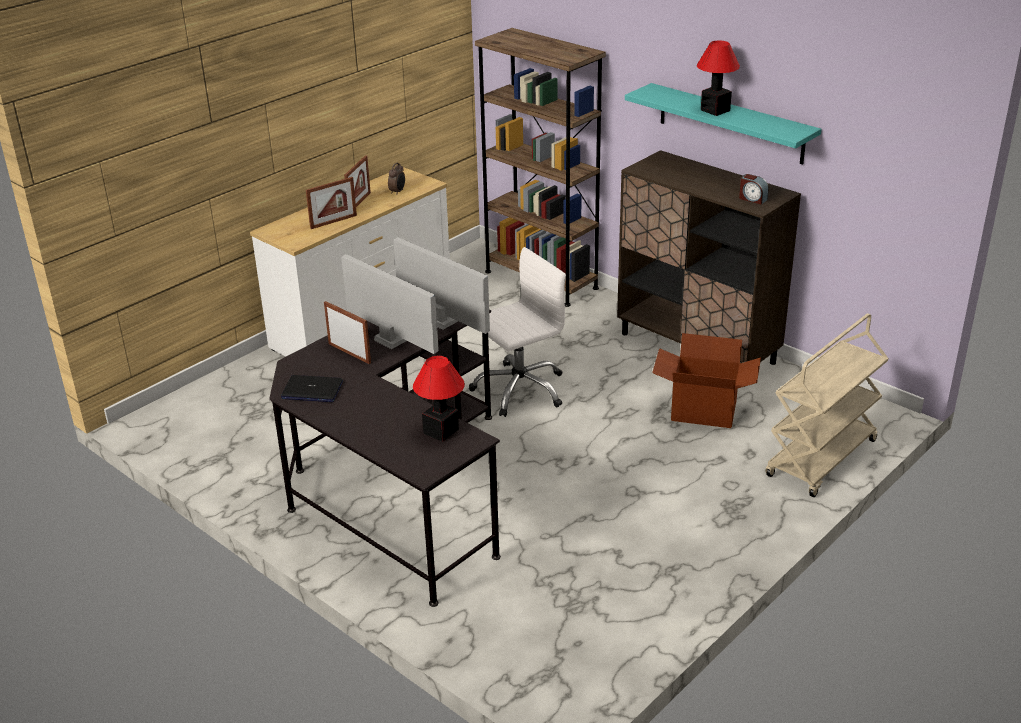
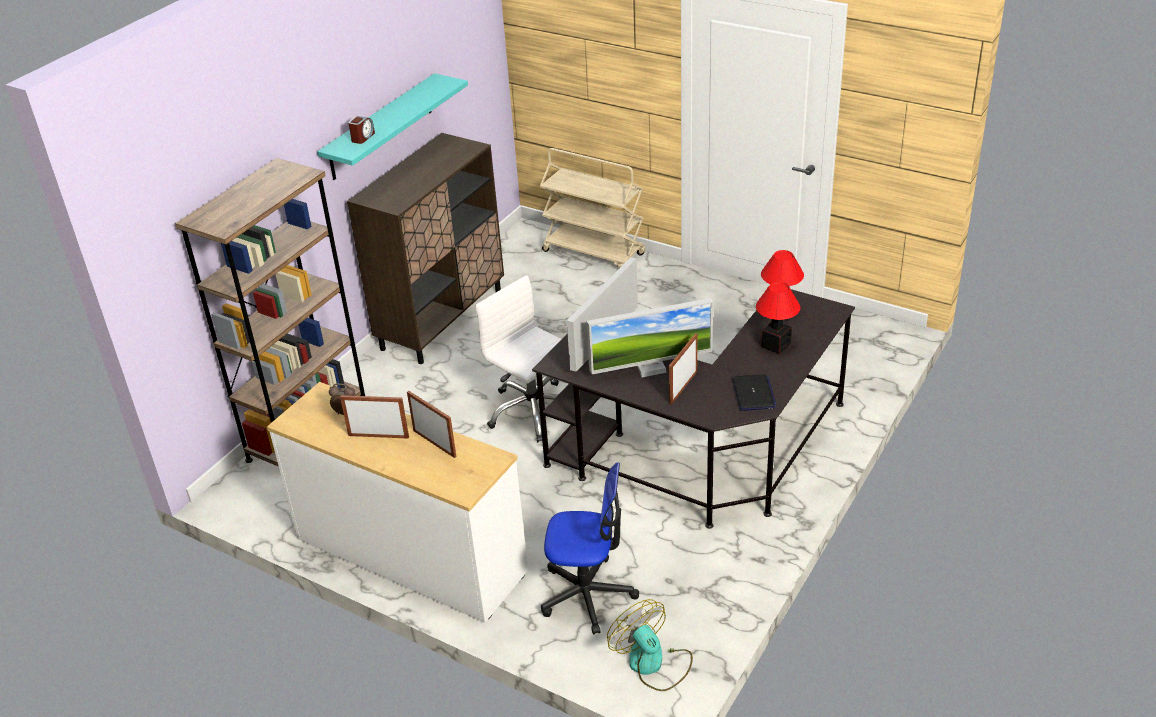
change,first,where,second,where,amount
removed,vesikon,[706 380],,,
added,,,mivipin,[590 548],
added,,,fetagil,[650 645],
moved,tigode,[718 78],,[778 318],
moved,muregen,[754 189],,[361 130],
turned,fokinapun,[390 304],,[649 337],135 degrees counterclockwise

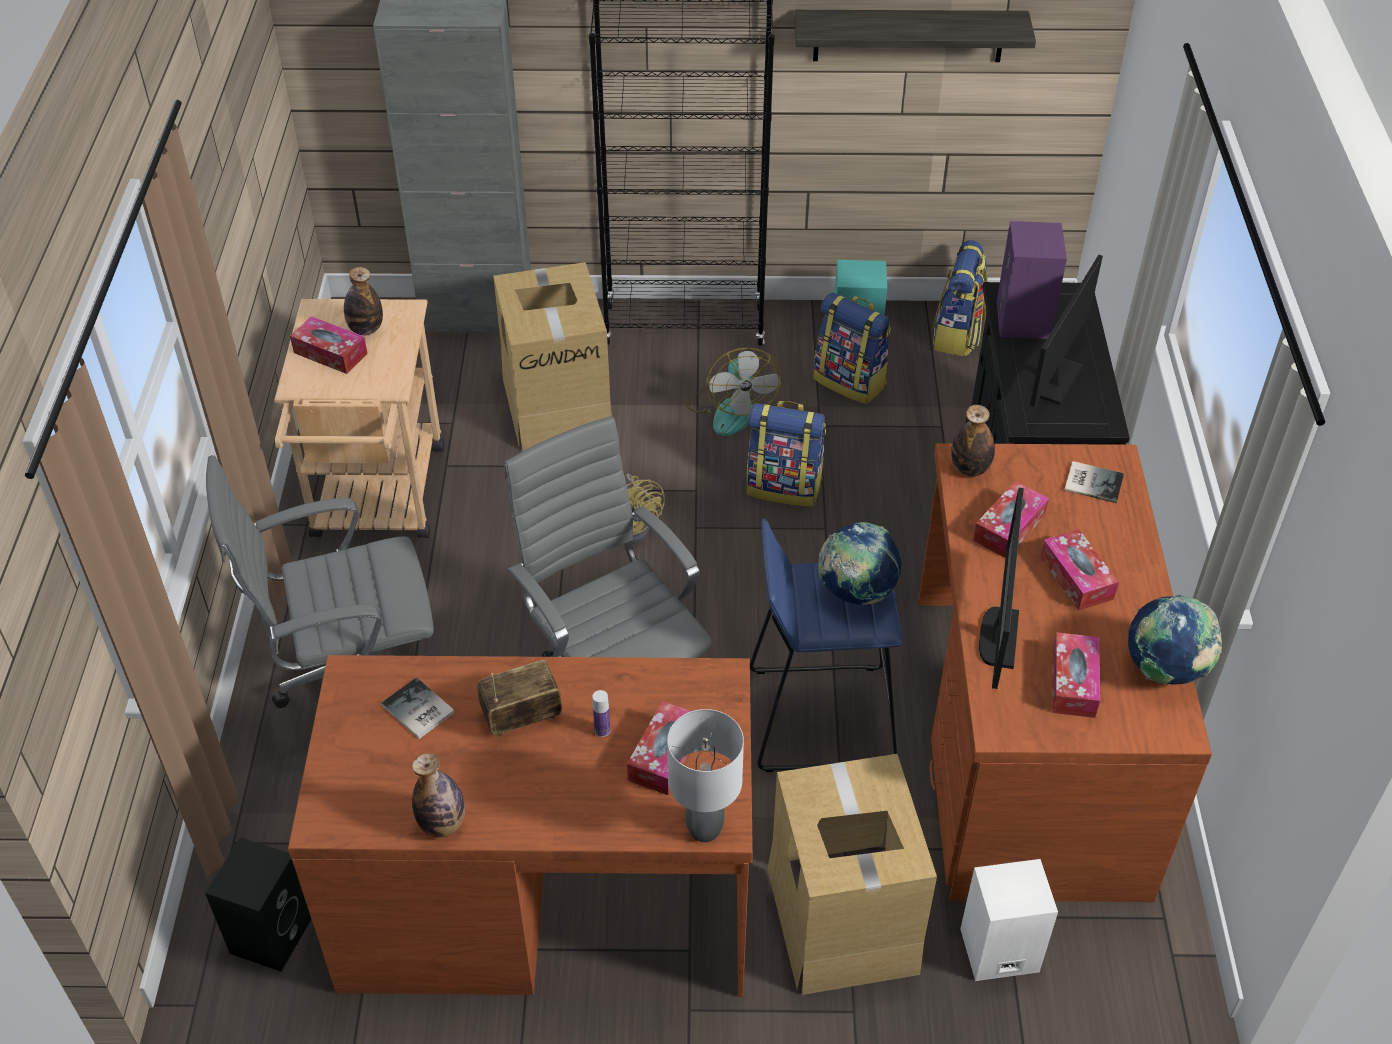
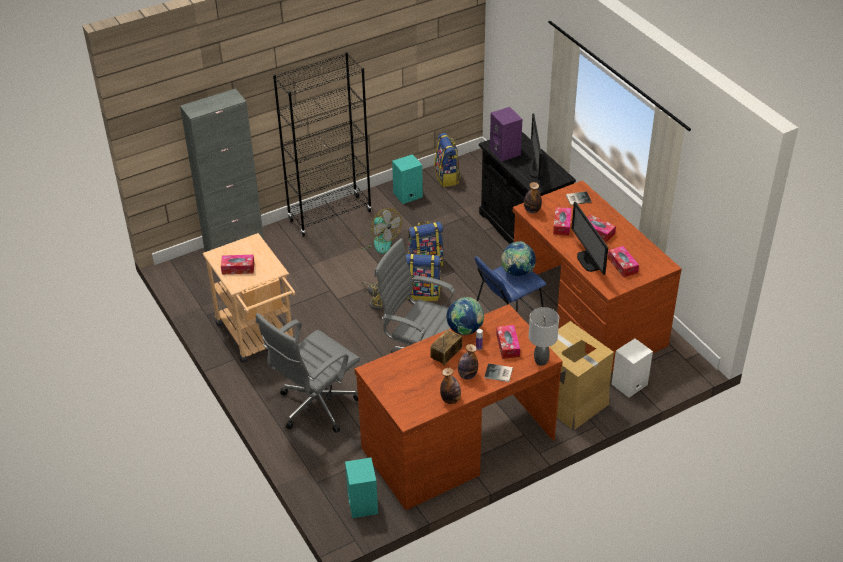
change,first,where,second,where,amount
removed,vesikon,[552 356],,,
removed,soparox,[915 36],,,
moved,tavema,[363 301],,[468 361],
moved,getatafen,[418 708],,[498 372],
moved,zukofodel,[852 348],,[423 276],
moved,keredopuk,[1175 640],,[465 316],
recoloured,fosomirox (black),[258 904],fosomirox (turquoise),[361 488],

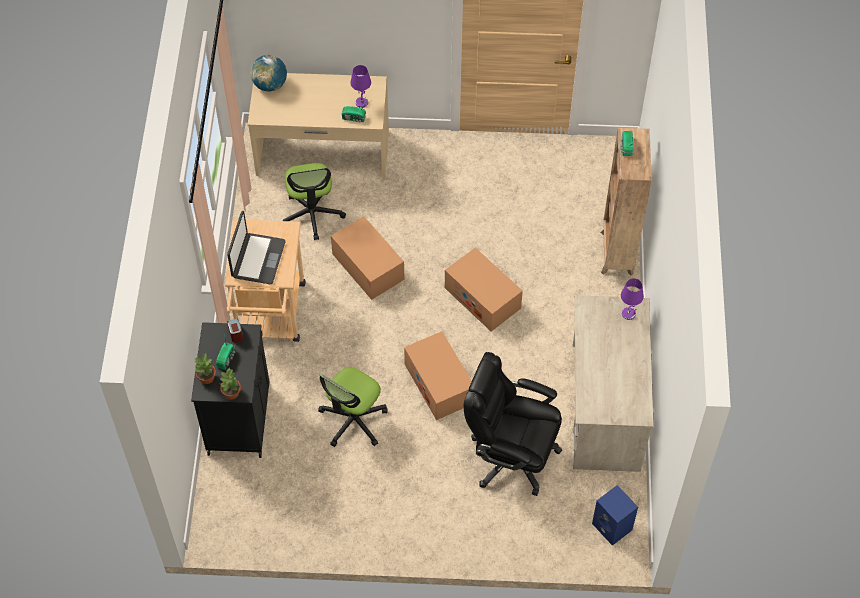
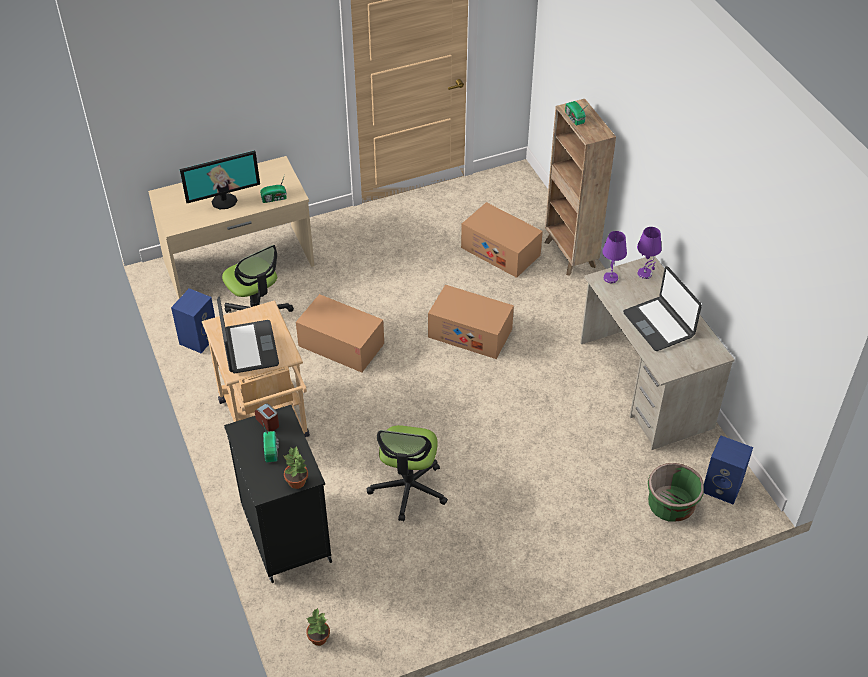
change,first,where,second,where,amount
removed,keredopuk,[268 73],,,
removed,mivipin (black),[513 424],,,
added,,,fosomirox (blue),[193 320],
added,,,fokinapun,[220 179],
added,,,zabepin,[662 308],
added,,,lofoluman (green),[676 492],
moved,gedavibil,[205 369],,[318 627],
moved,tigode (purple),[360 86],,[614 257],
moved,vesikon,[438 375],,[502 240],

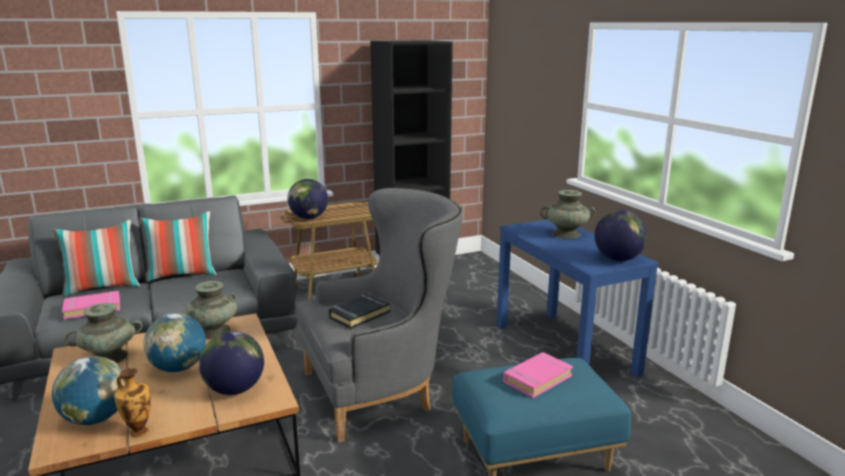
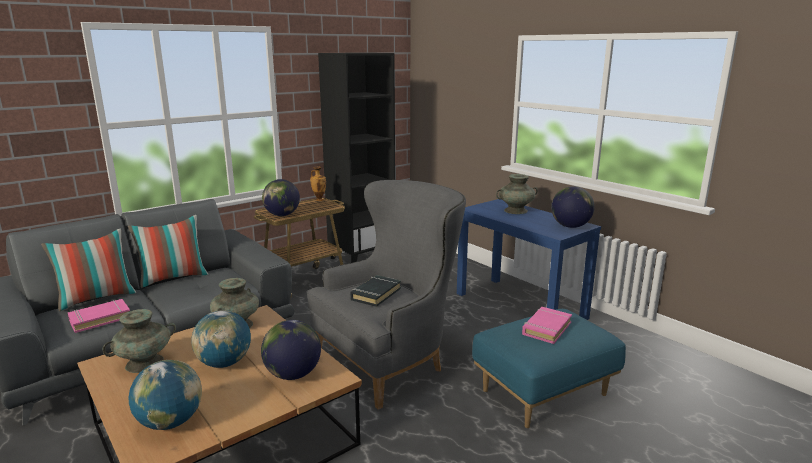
change,first,where,second,where,amount
moved,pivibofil,[132 402],,[318 184],

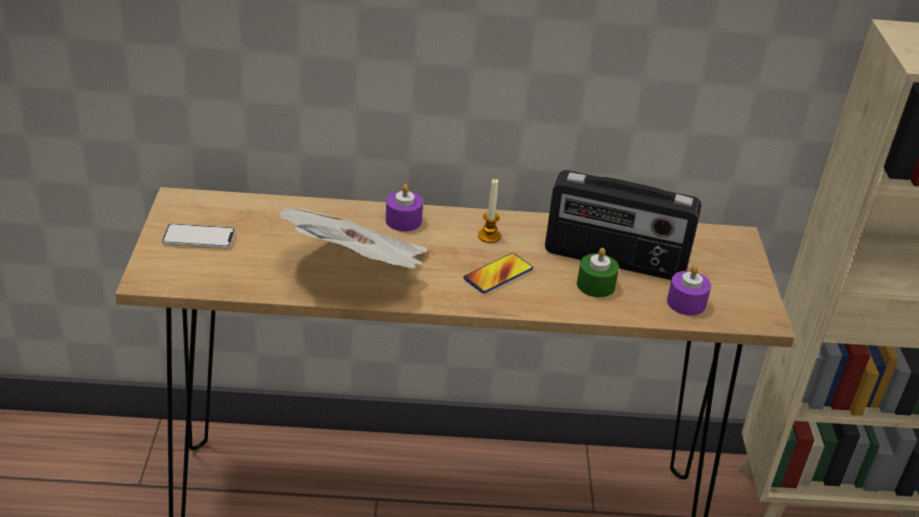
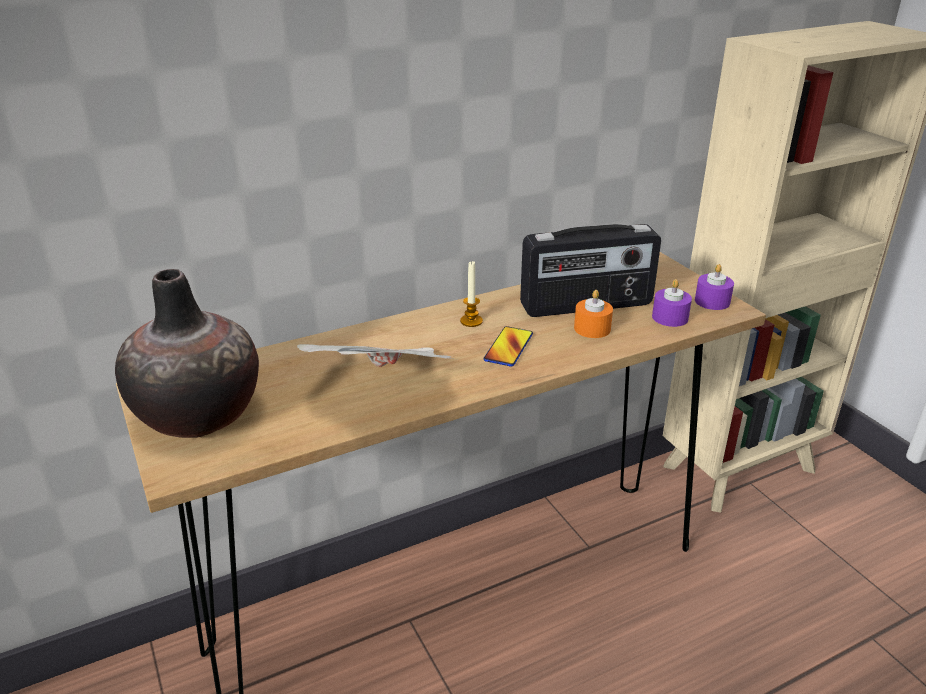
change,first,where,second,where,amount
moved,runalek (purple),[404 207],,[714 287],
replaced,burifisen,[199 236],pivibofil,[187 353],
recoloured,runalek (green),[598 272],runalek (orange),[593 314],

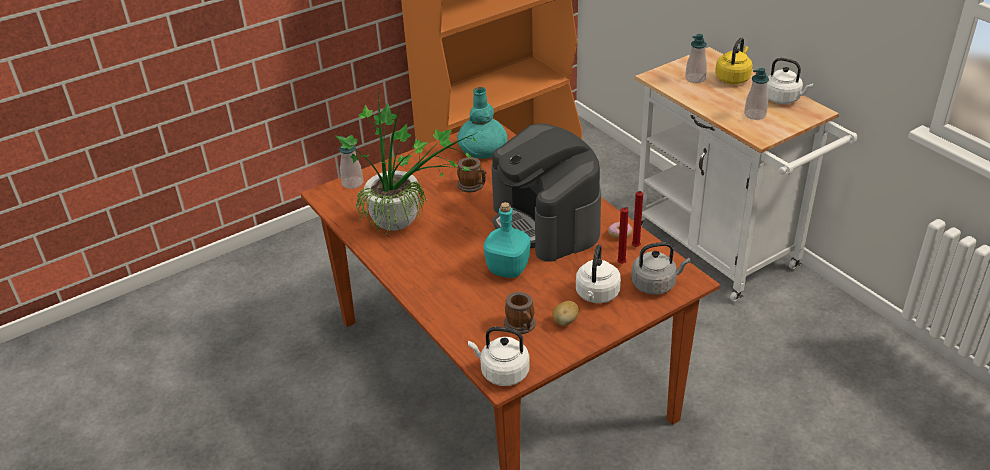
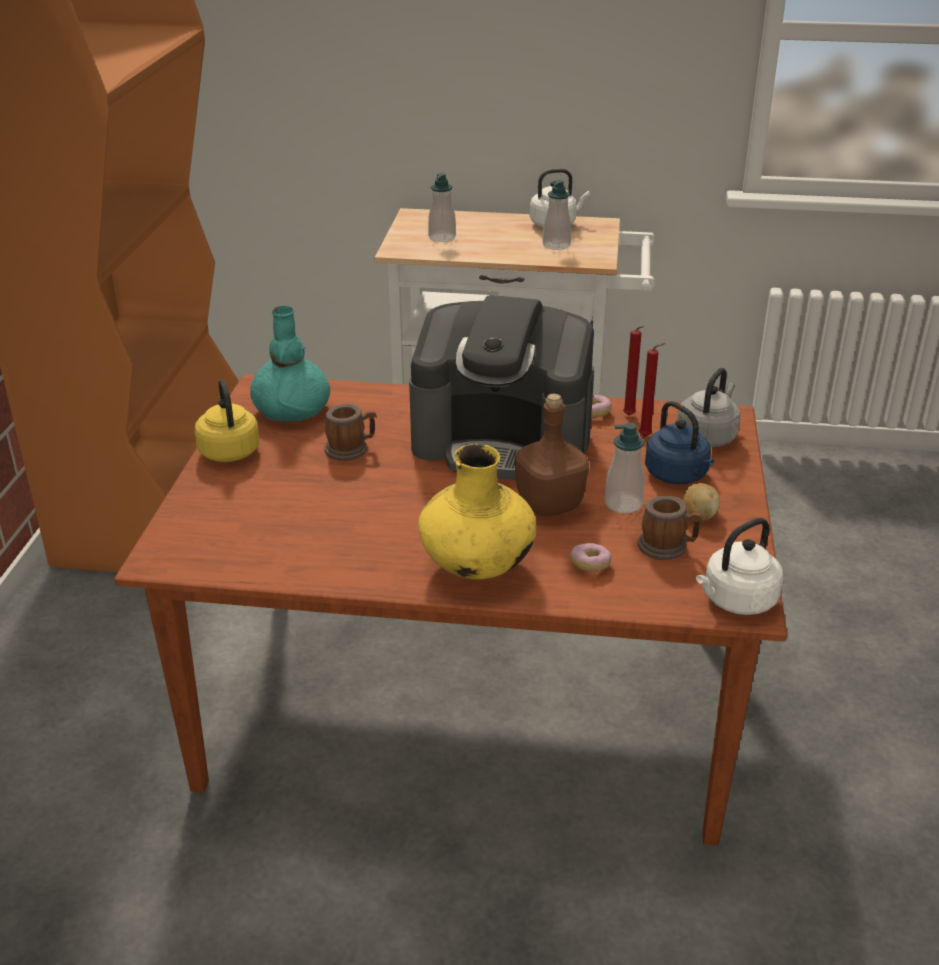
change,first,where,second,where,amount
removed,gedavibil,[406 164],,,
added,,,pivibofil (yellow),[477 512],
added,,,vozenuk,[591 557],
moved,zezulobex,[351 162],,[624 468],
moved,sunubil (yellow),[734 60],,[227 420],
recoloured,tavema (turquoise),[507 240],tavema (brown),[552 455],
recoloured,sunubil (white),[598 273],sunubil (blue),[679 442],

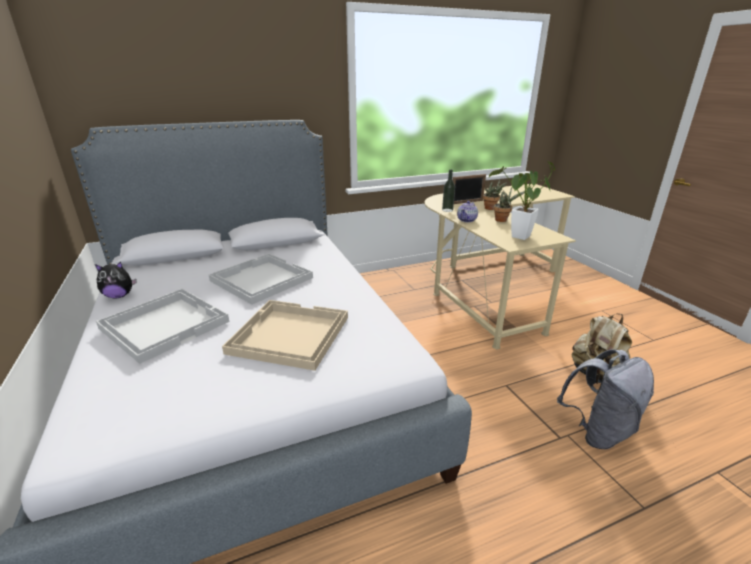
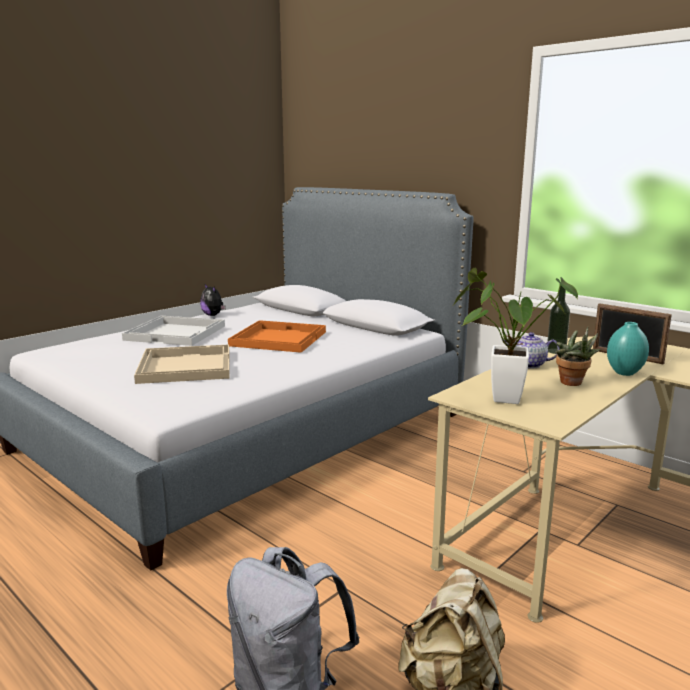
change,first,where,second,where,amount
replaced,gedavibil,[495 194],pivibofil (turquoise),[628 349],
recoloured,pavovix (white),[261 279],pavovix (orange),[277 336],

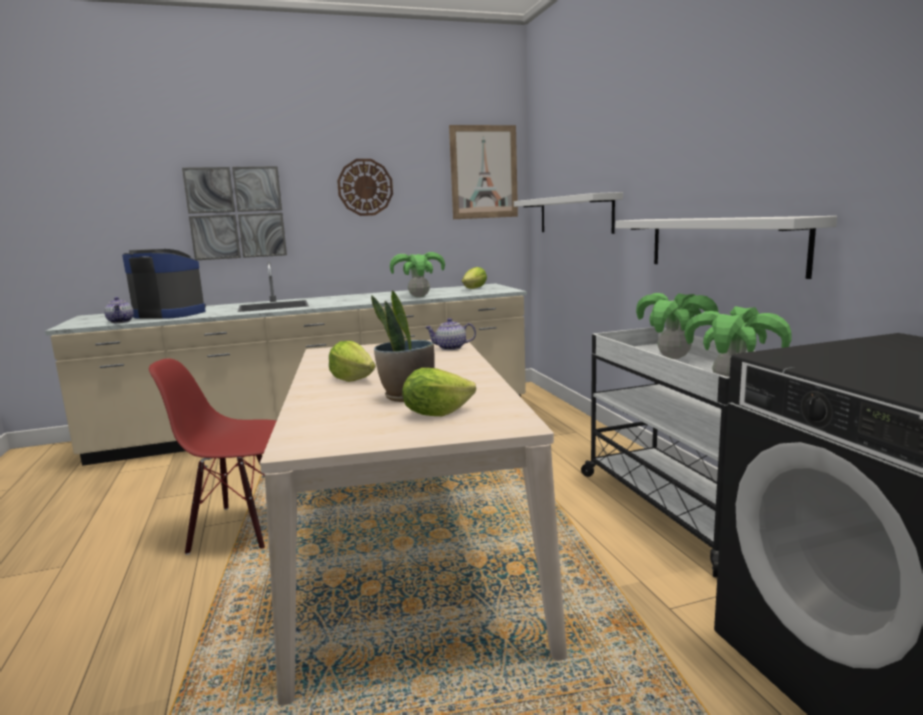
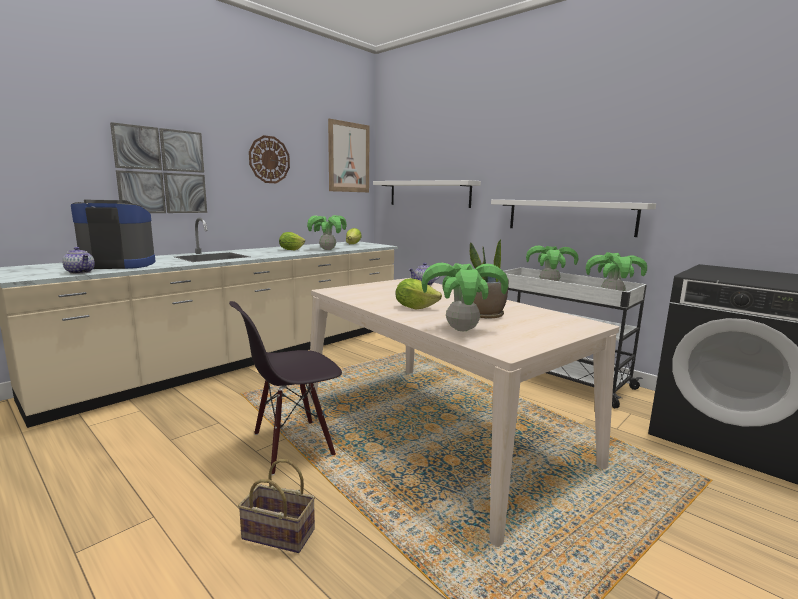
change,first,where,second,where,amount
added,,,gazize,[276 506],
added,,,gedavibil,[464 297],
moved,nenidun,[439 392],,[292 241],
recoloured,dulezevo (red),[212 456],dulezevo (black),[285 388],

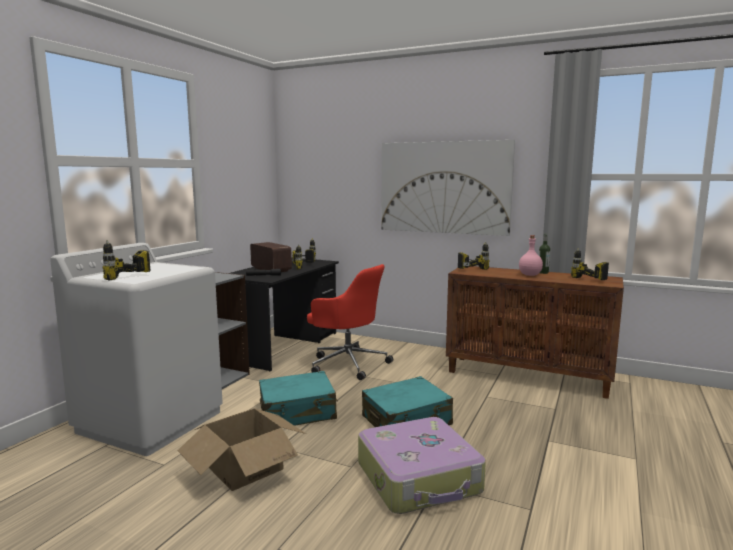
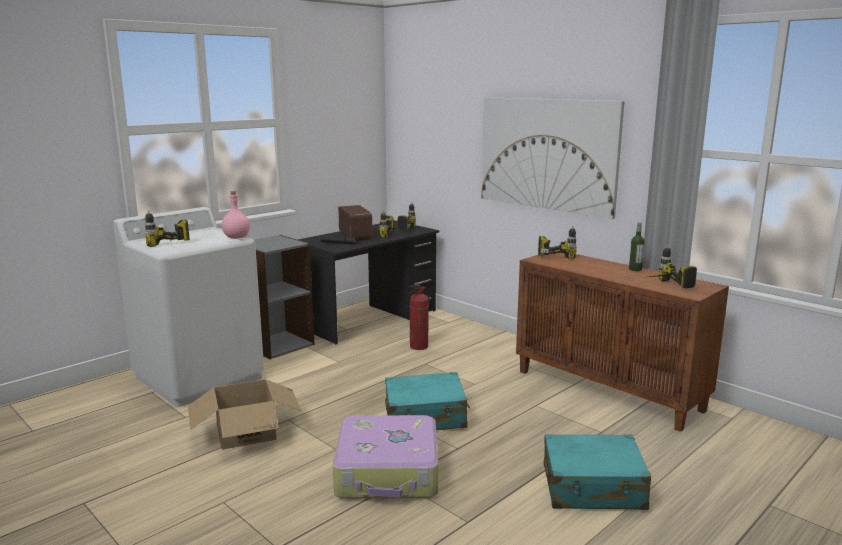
change,first,where,second,where,amount
moved,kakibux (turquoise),[298 398],,[597 472],
moved,tavema (pink),[531 255],,[236 215],
replaced,mivipin (red),[350 322],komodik,[419 317],

